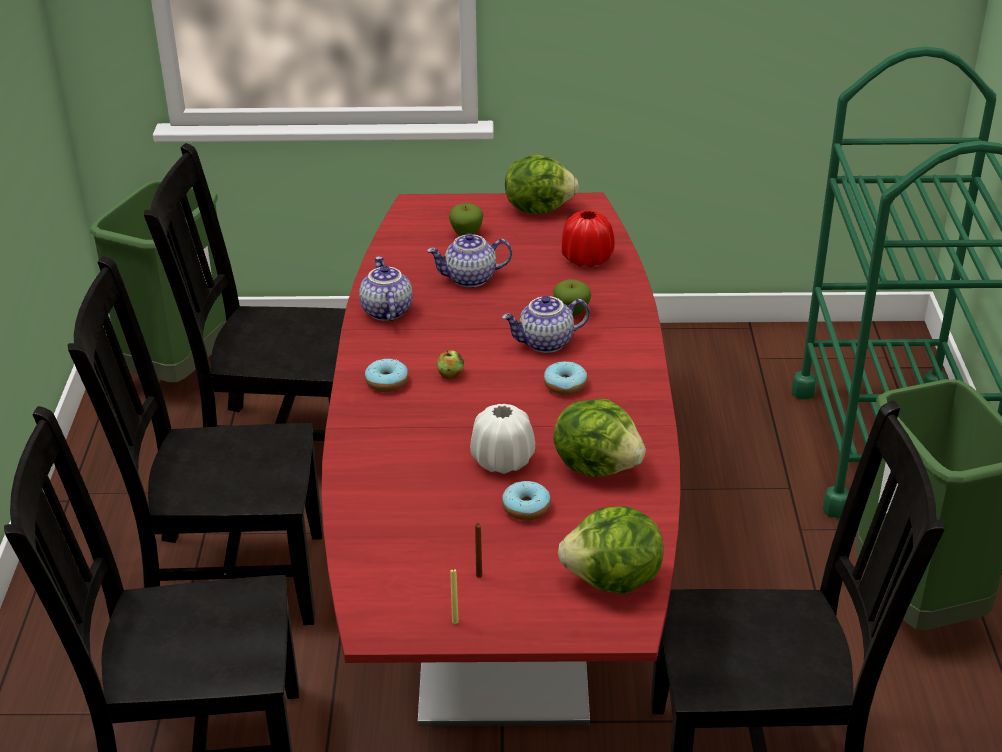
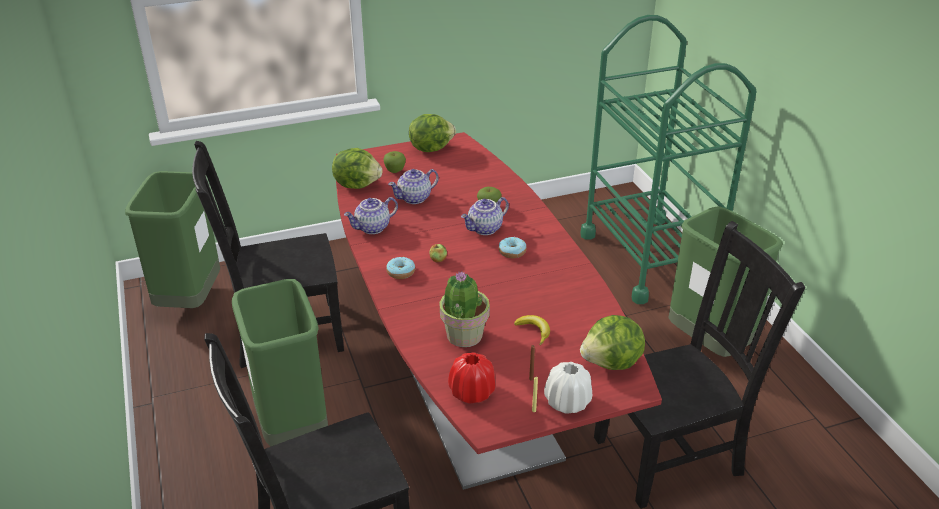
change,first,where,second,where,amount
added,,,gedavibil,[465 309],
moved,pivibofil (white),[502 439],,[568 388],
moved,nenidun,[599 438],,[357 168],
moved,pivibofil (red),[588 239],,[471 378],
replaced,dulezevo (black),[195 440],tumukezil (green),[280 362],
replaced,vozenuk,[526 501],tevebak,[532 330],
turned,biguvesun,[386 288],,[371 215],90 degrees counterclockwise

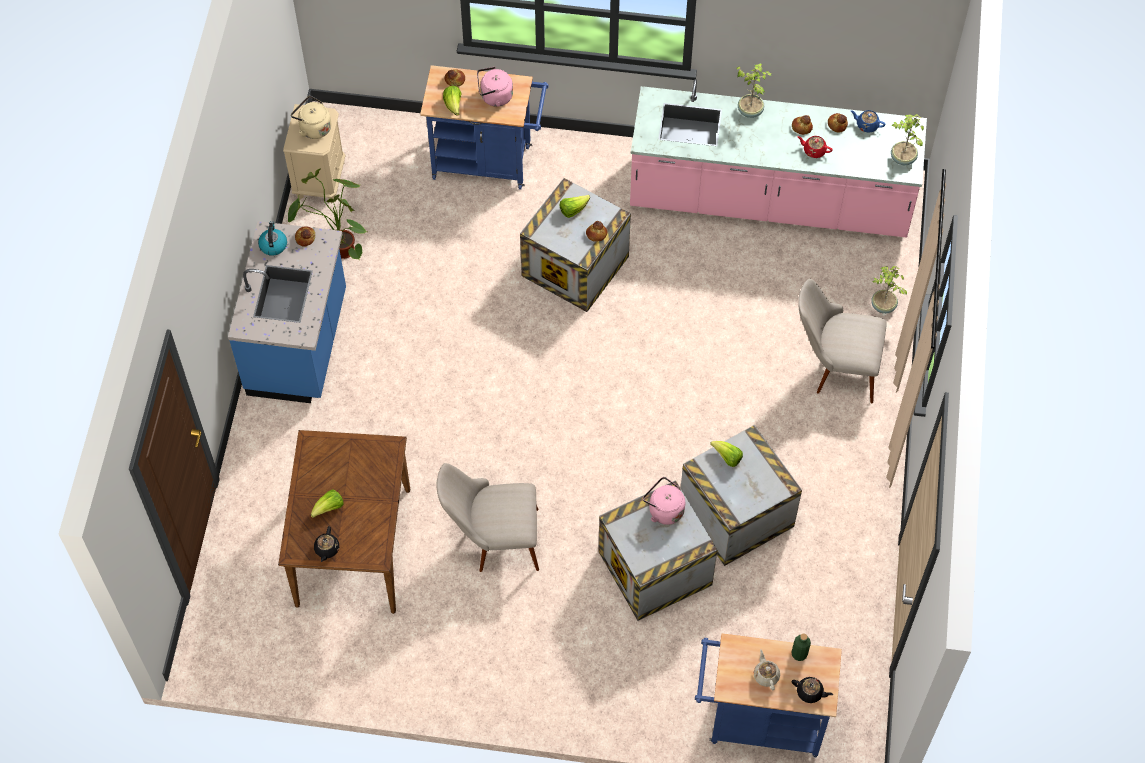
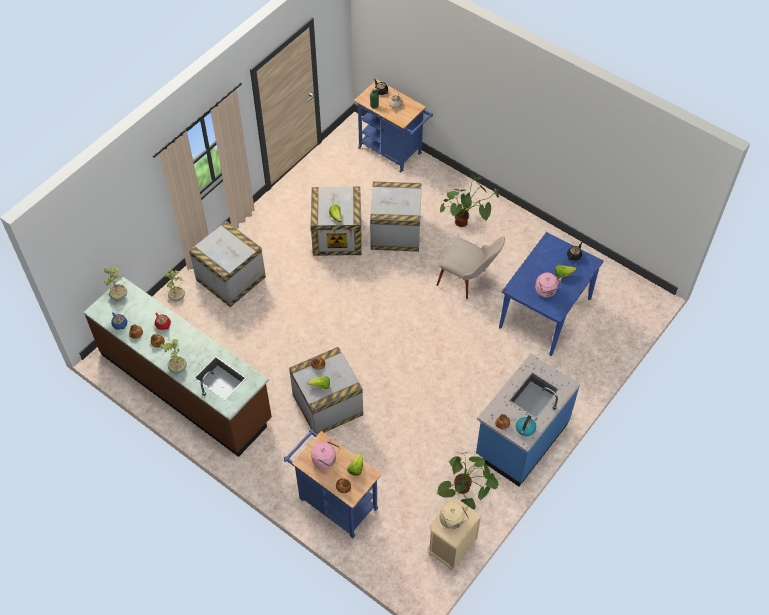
change,first,where,second,where,amount
added,,,gedavibil,[469 200],
moved,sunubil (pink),[664 501],,[548 285],
replaced,dulezevo (beige),[842 341],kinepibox,[227 264],
recoloured,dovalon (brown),[344 522],dovalon (blue),[551 294],
recoloured,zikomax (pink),[778 158],zikomax (brown),[177 367],

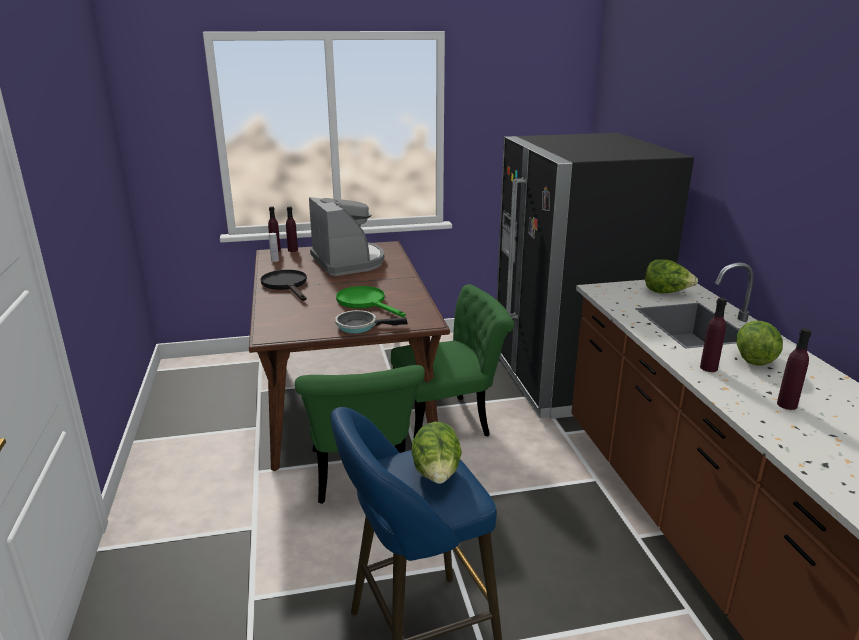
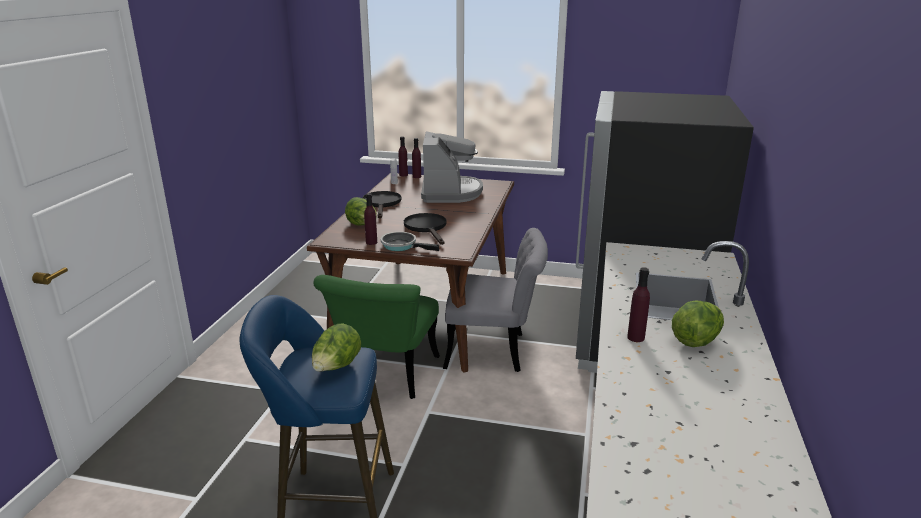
change,first,where,second,where,amount
moved,nenidun,[671 276],,[361 211],
moved,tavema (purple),[794 369],,[370 219],
recoloured,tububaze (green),[370 301],tububaze (black),[425 229],
recoloured,dulezevo (green),[452 361],dulezevo (grey),[495 300],

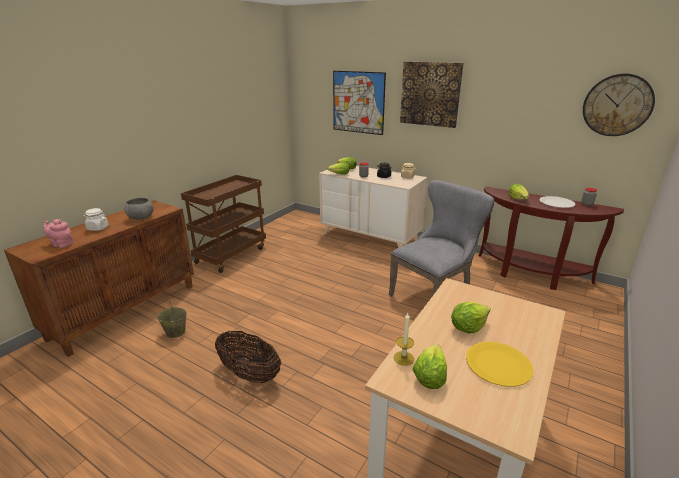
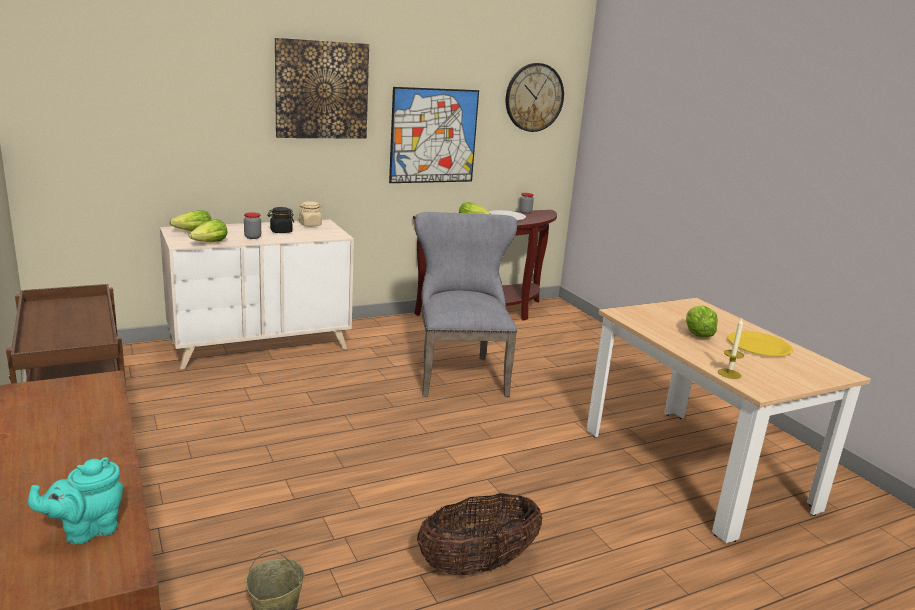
change,first,where,second,where,amount
removed,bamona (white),[96 219],,,
removed,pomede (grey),[139 209],,,
removed,nenidun,[429 366],,,
moved,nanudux,[359 103],,[434 135],
recoloured,biguvesun (pink),[58 233],biguvesun (turquoise),[75 500],

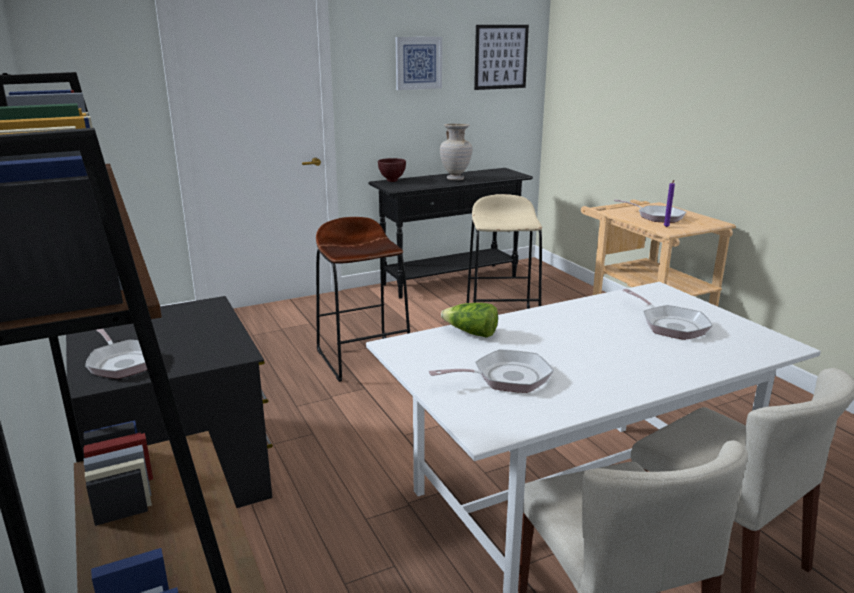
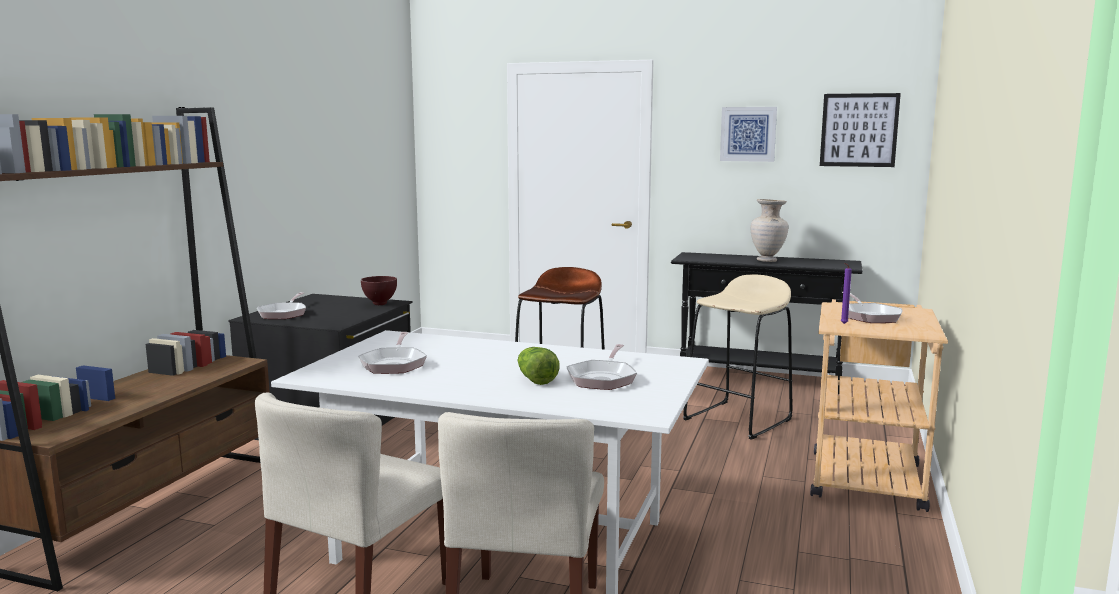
change,first,where,second,where,amount
moved,pomede (brown),[392 170],,[379 290],
moved,nenidun,[469 320],,[538 366],
turned,tububaze,[491 371],,[392 353],60 degrees clockwise

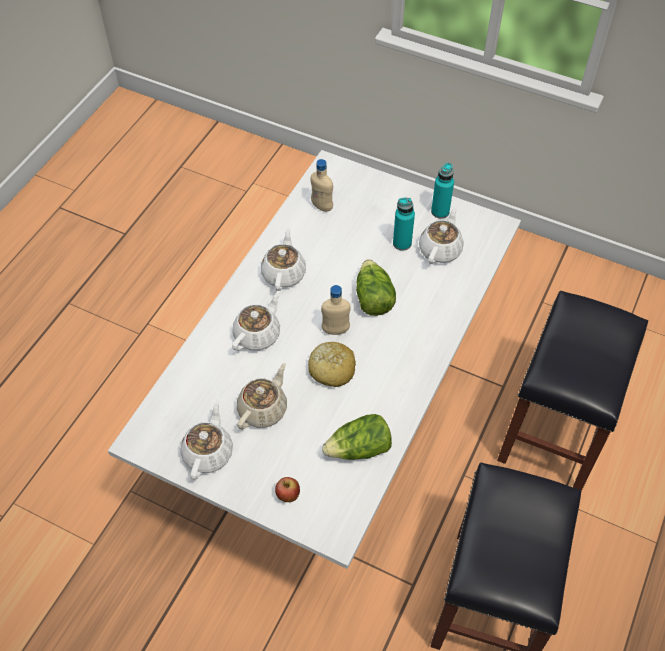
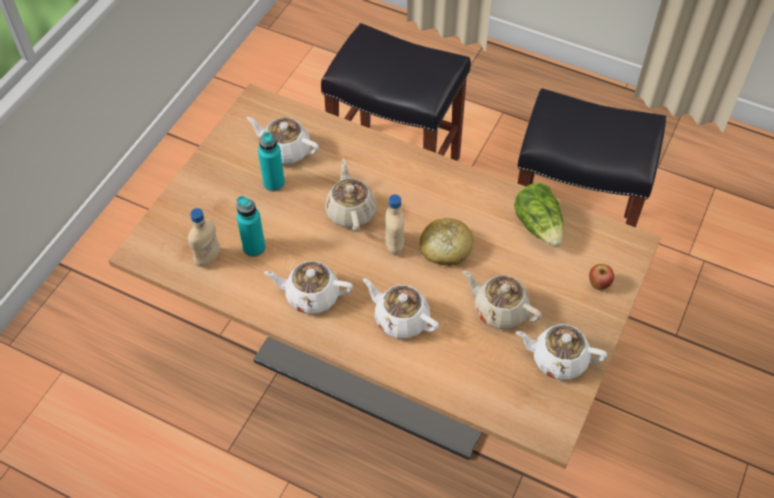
change,first,where,second,where,amount
moved,tavema (turquoise),[442 191],,[250 226],
replaced,nenidun,[376 287],biguvesun (beige),[350 195],
recoloured,dovalon (white),[314 359],dovalon (brown),[384 276],

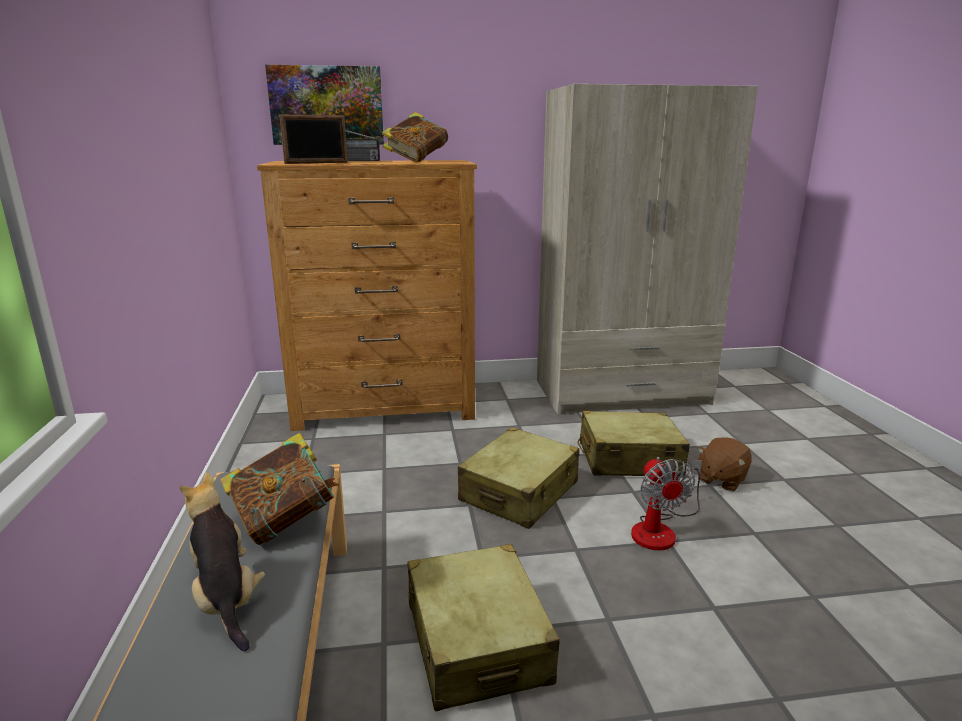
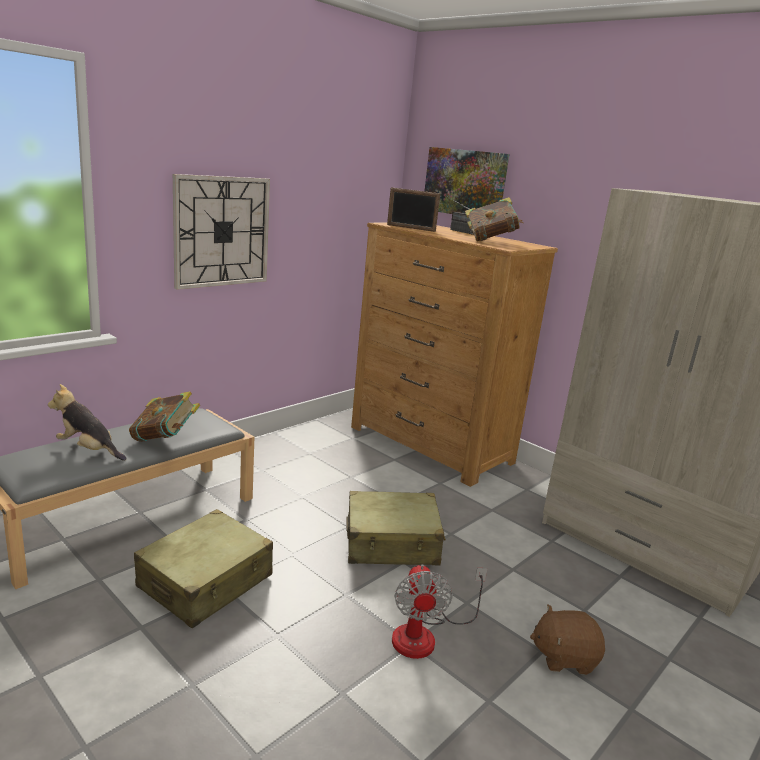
change,first,where,second,where,amount
removed,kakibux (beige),[634 444],,,
added,,,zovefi,[221 232],
turned,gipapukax,[222 561],,[87 422],90 degrees counterclockwise
turned,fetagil,[666 503],,[440 611],45 degrees counterclockwise

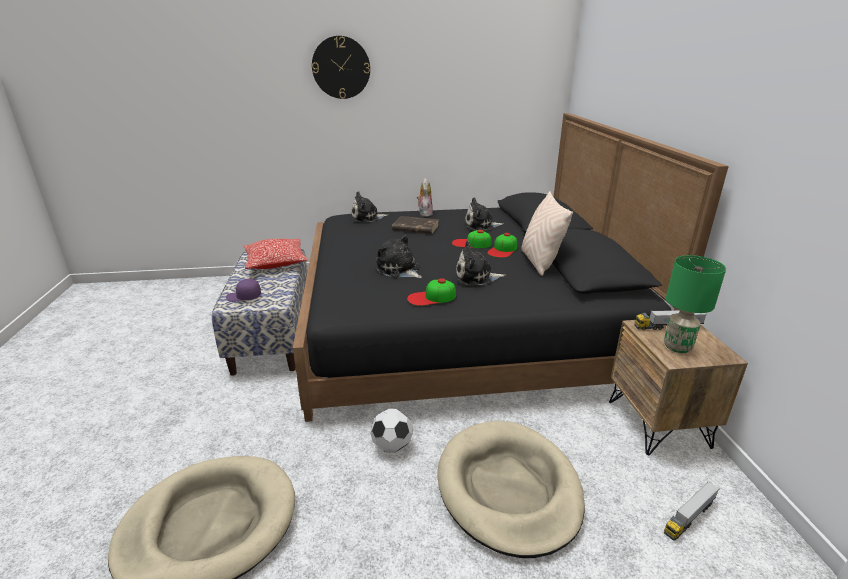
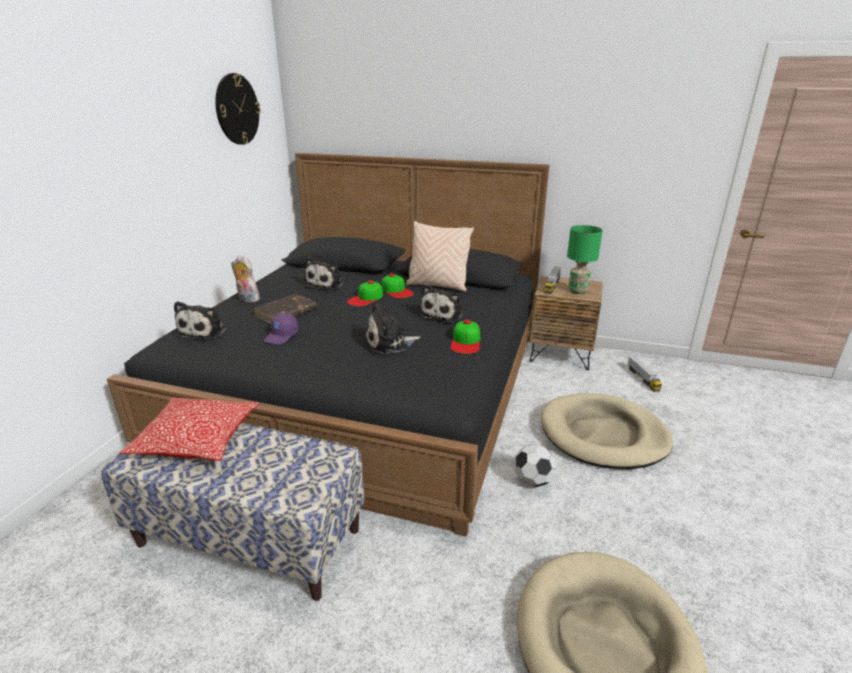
change,first,where,second,where,amount
moved,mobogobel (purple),[243 290],,[281 328],
moved,zovefi,[341 67],,[238 109],

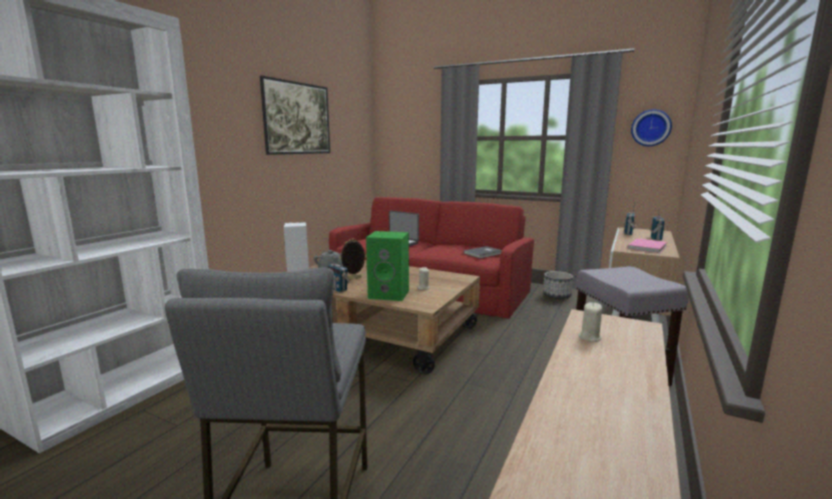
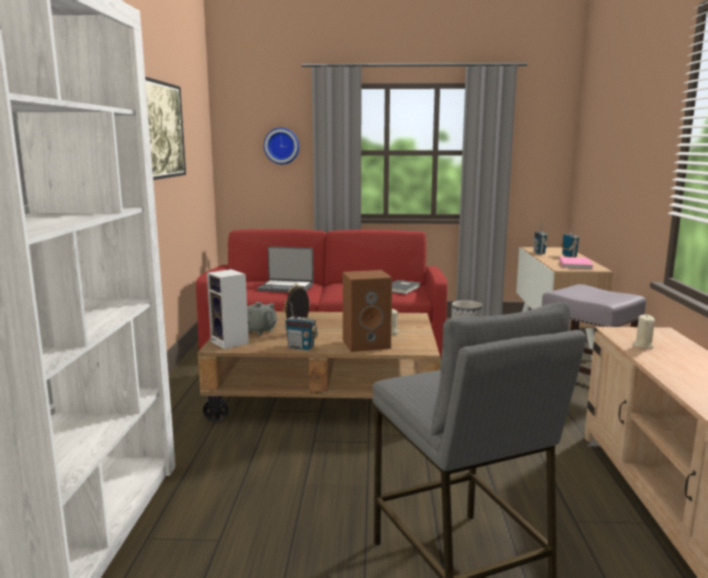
change,first,where,second,where,amount
moved,zovefi,[651 127],,[281 146],
recoloured,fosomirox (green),[387 266],fosomirox (brown),[367 311],

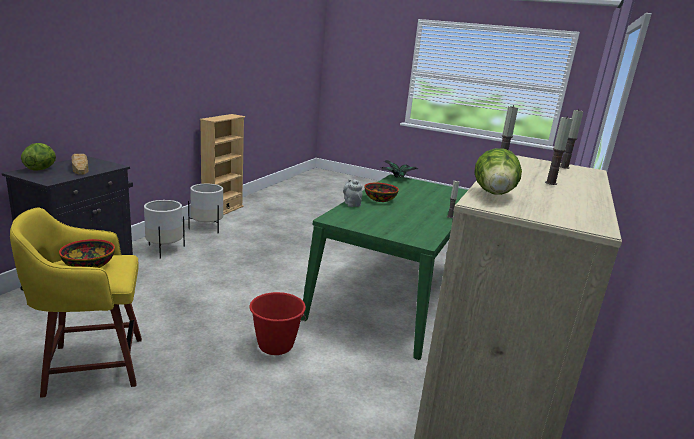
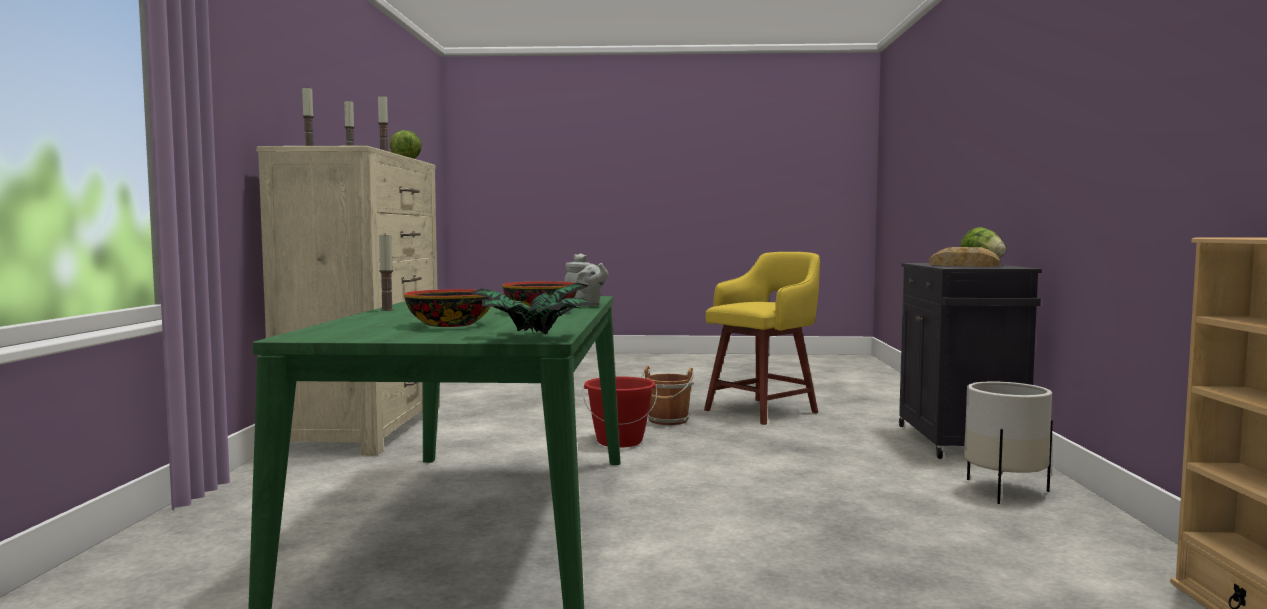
change,first,where,second,where,amount
removed,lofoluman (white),[205 208],,,
added,,,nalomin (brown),[668 395],
moved,pomede,[87 253],,[447 308],

